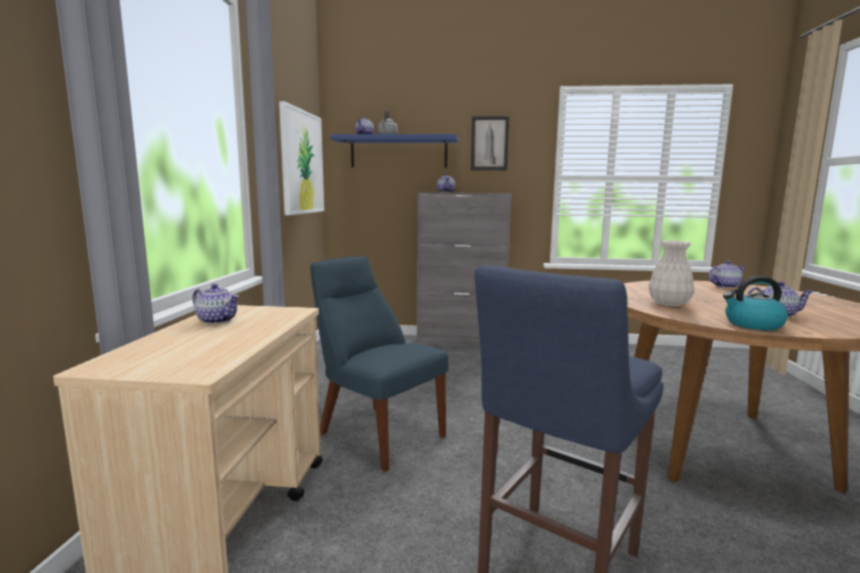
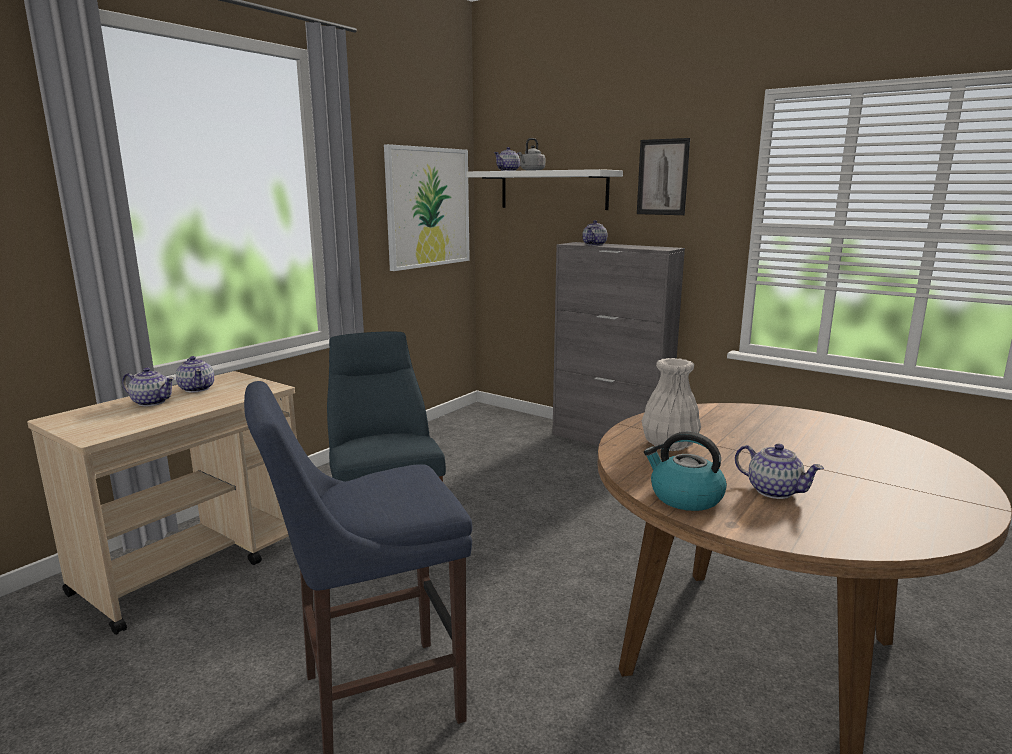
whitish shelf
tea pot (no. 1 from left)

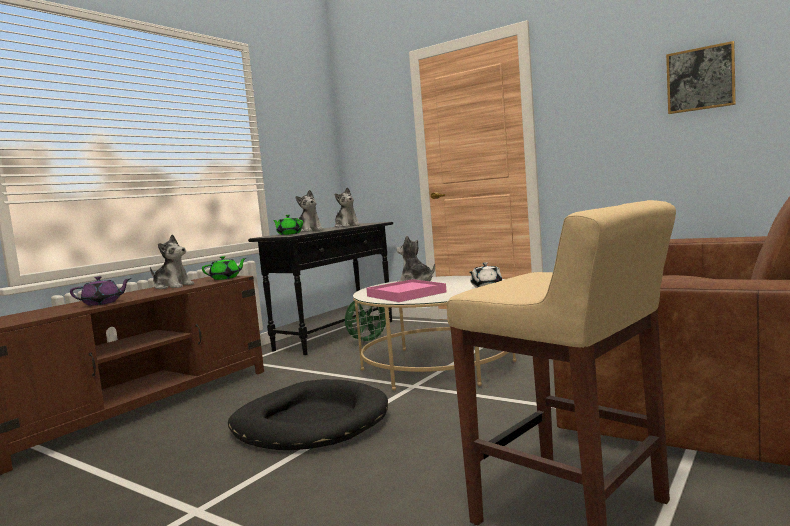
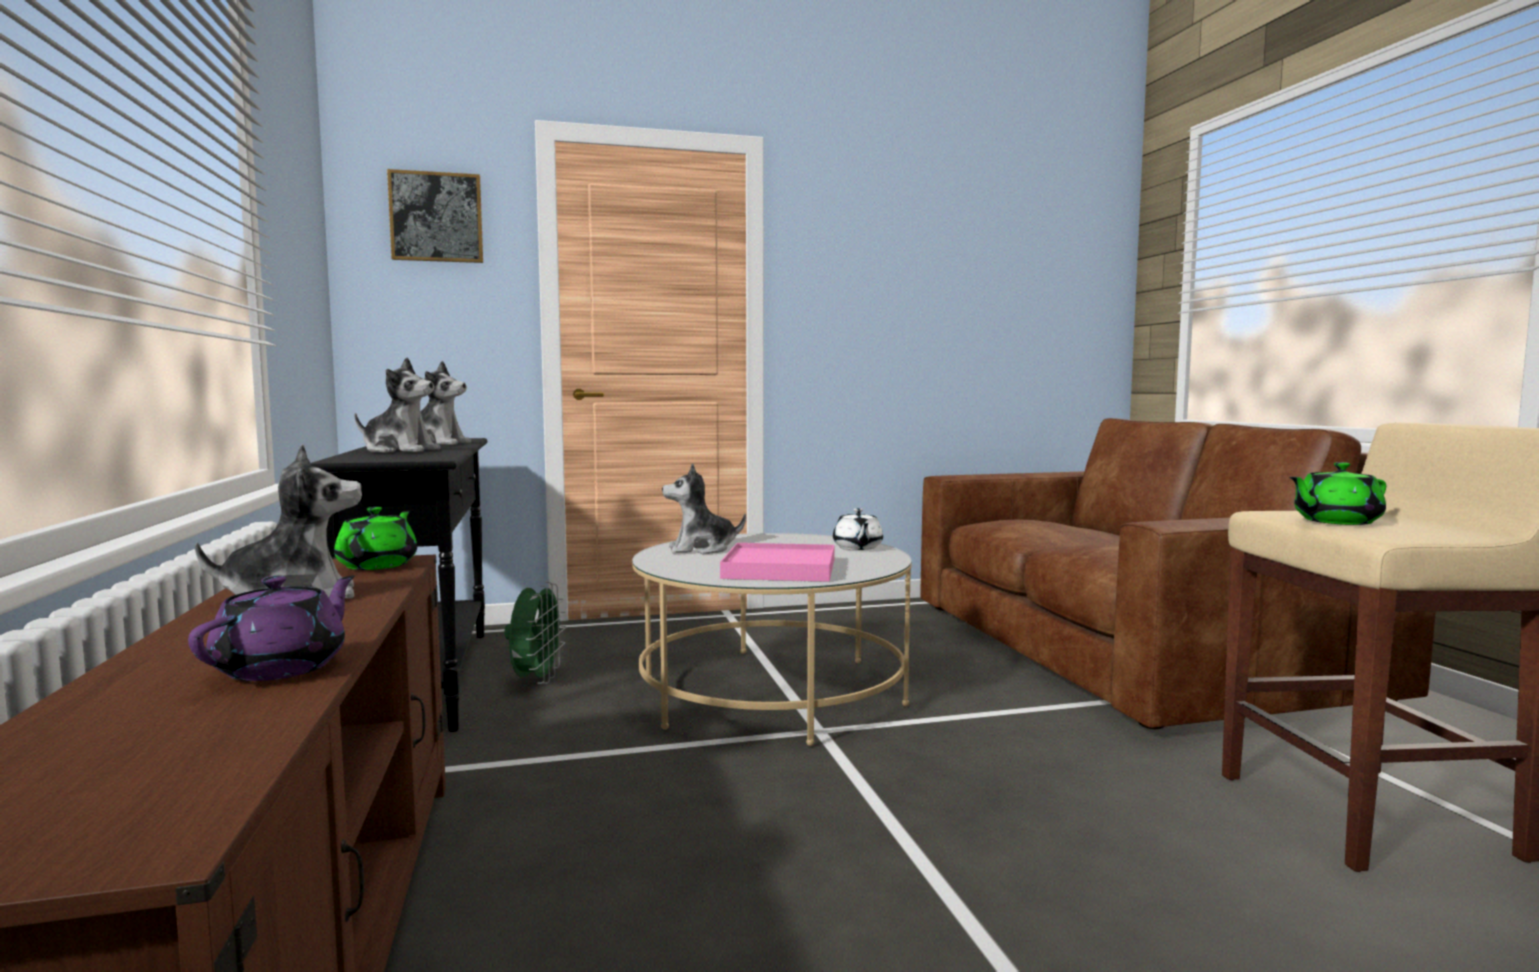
black dog cushion
green tea pot (no. 2 from left)
wall art

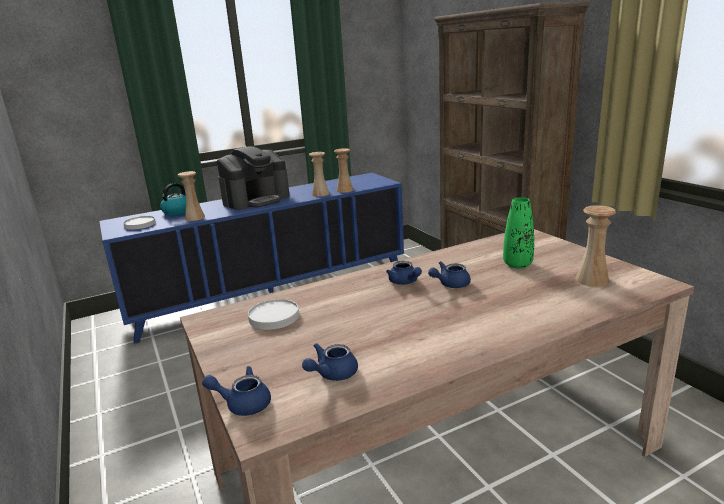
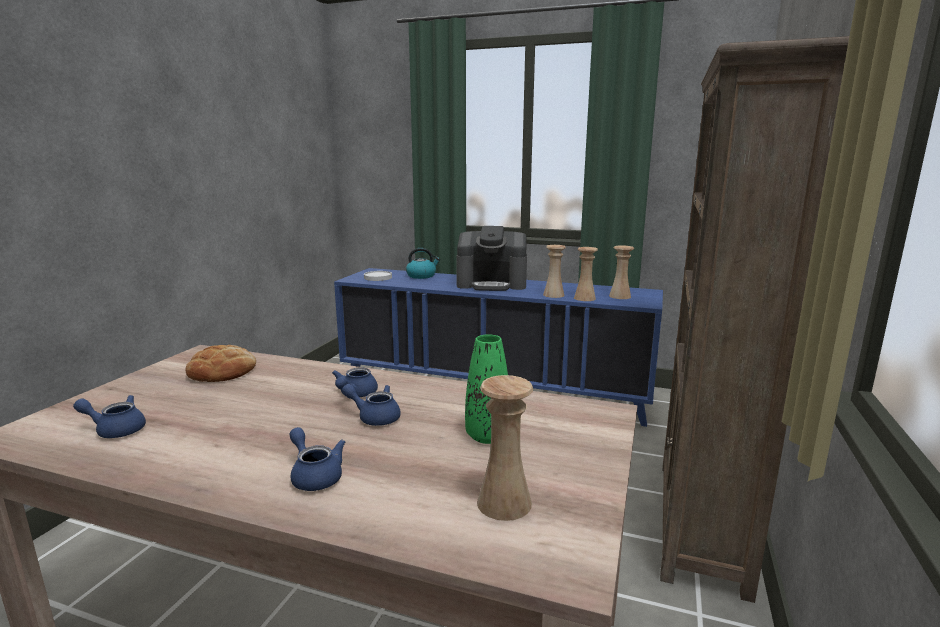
beige-coloured decorative vase (no. 4 from left)
blue-coloured tea pot (no. 2 from left)
bakery bread

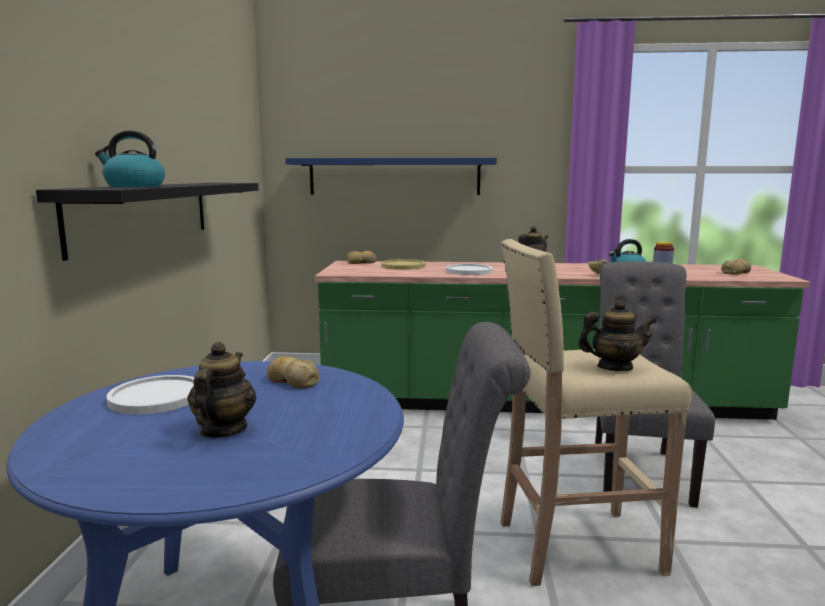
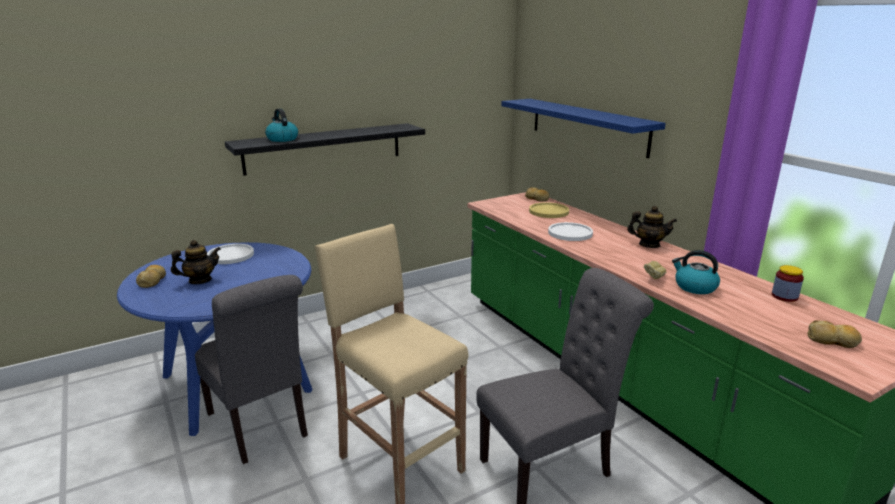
bakery bread (no. 1 from left)
tea pot (no. 3 from left in the first image)

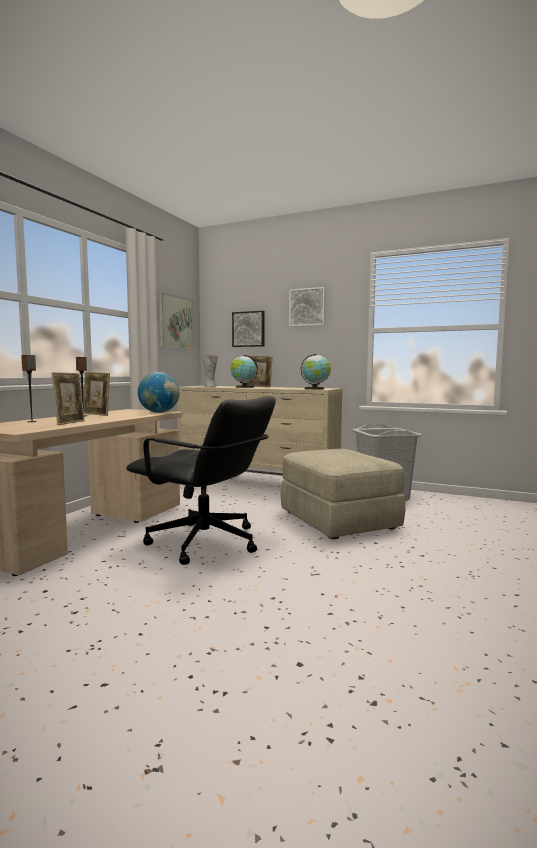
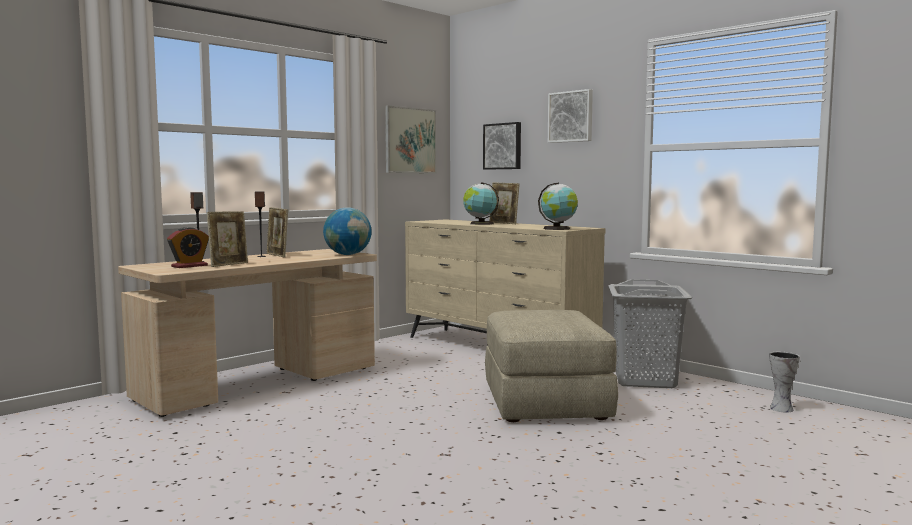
black computer chair
decorative vase
table clock

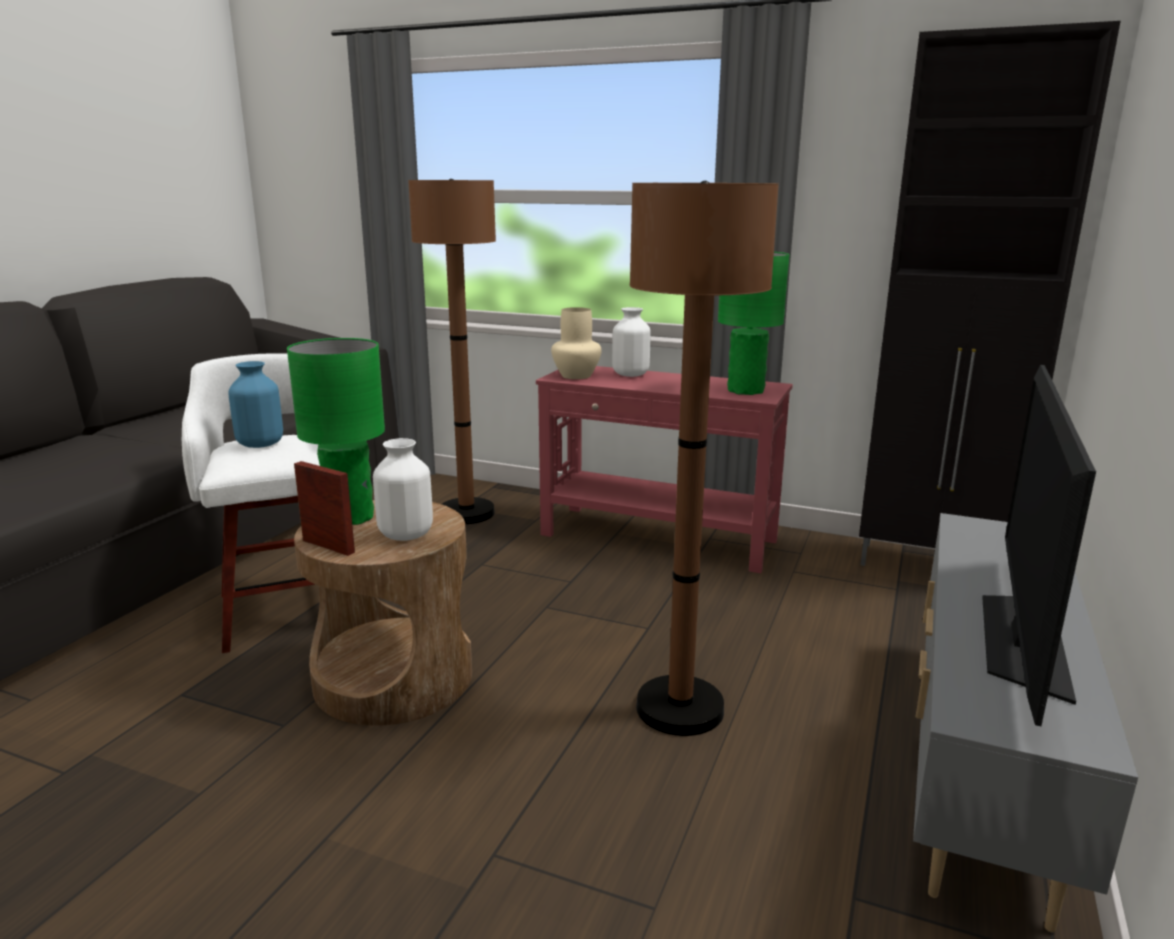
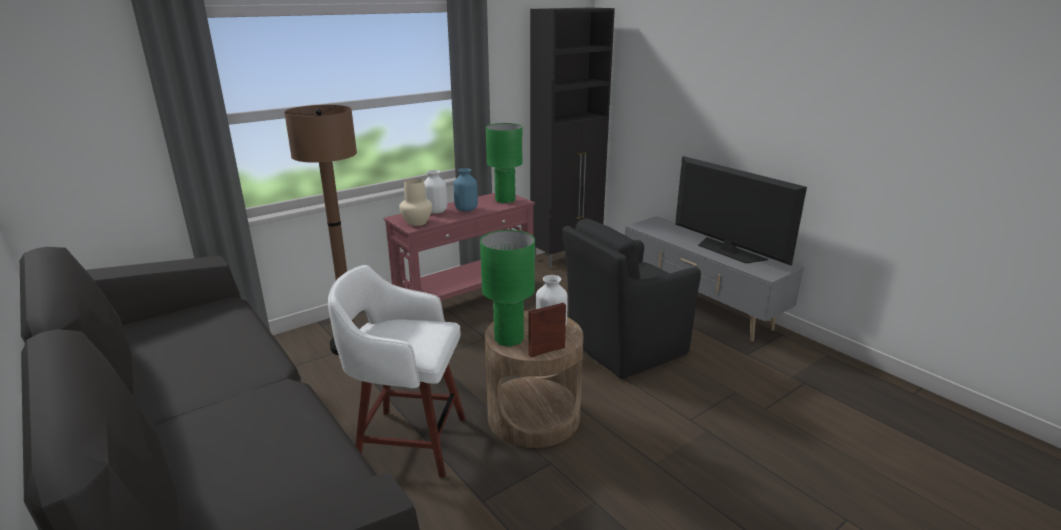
blue-coloured decorative vase
black armchair

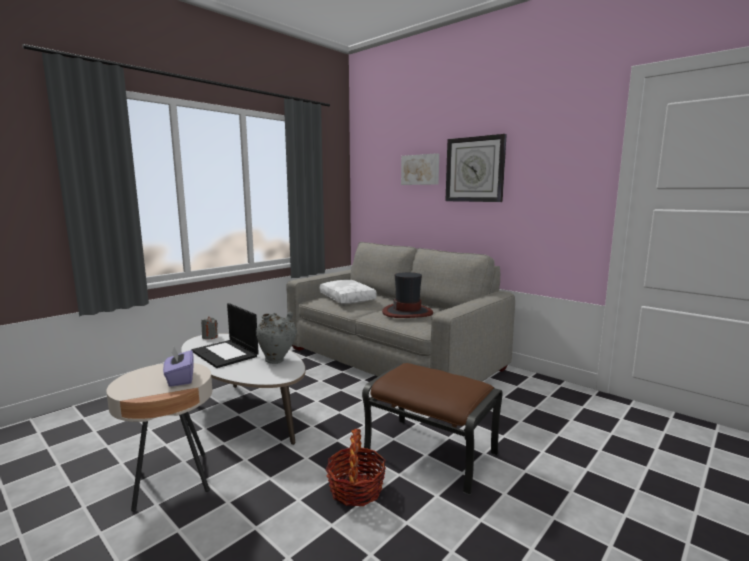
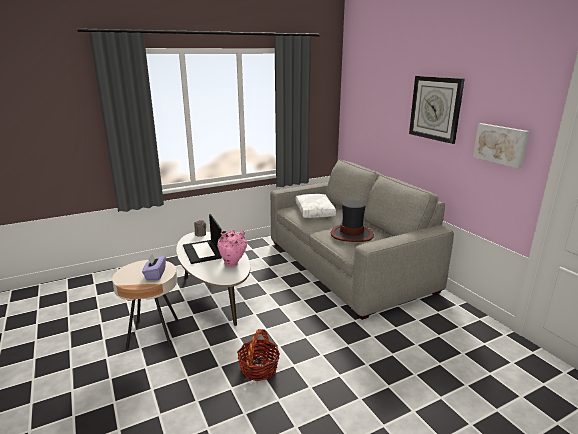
pink decorative vase
brown-coloured pouffe
wall art

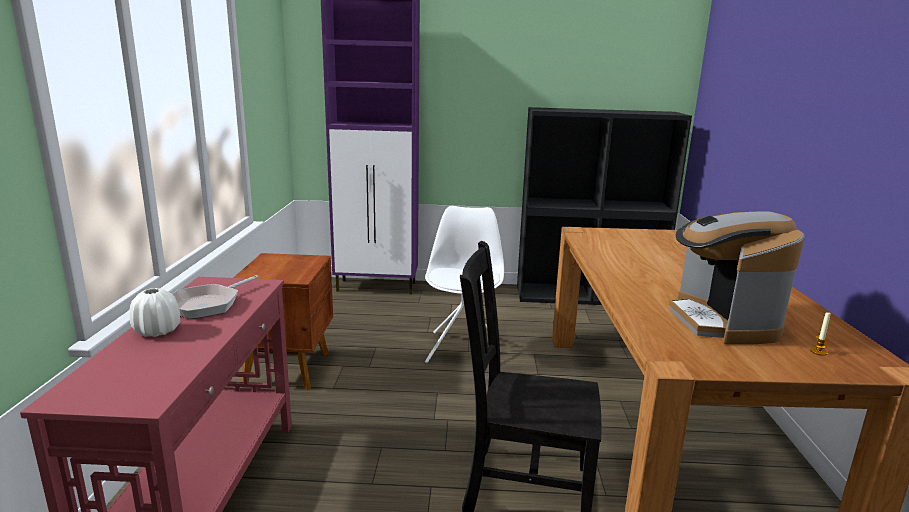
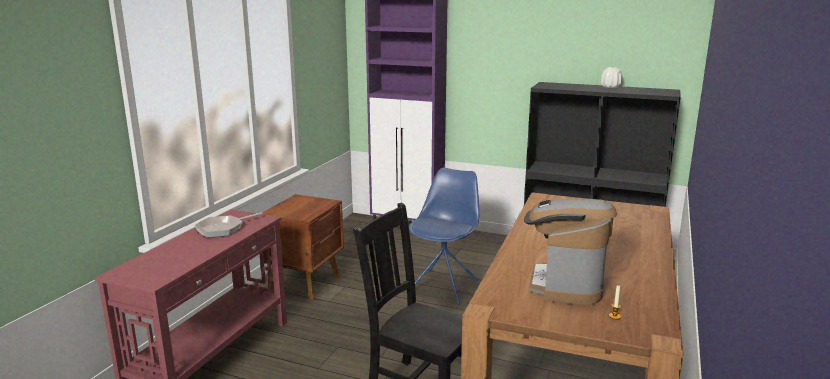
whitish decorative vase
blue-coloured plain chair

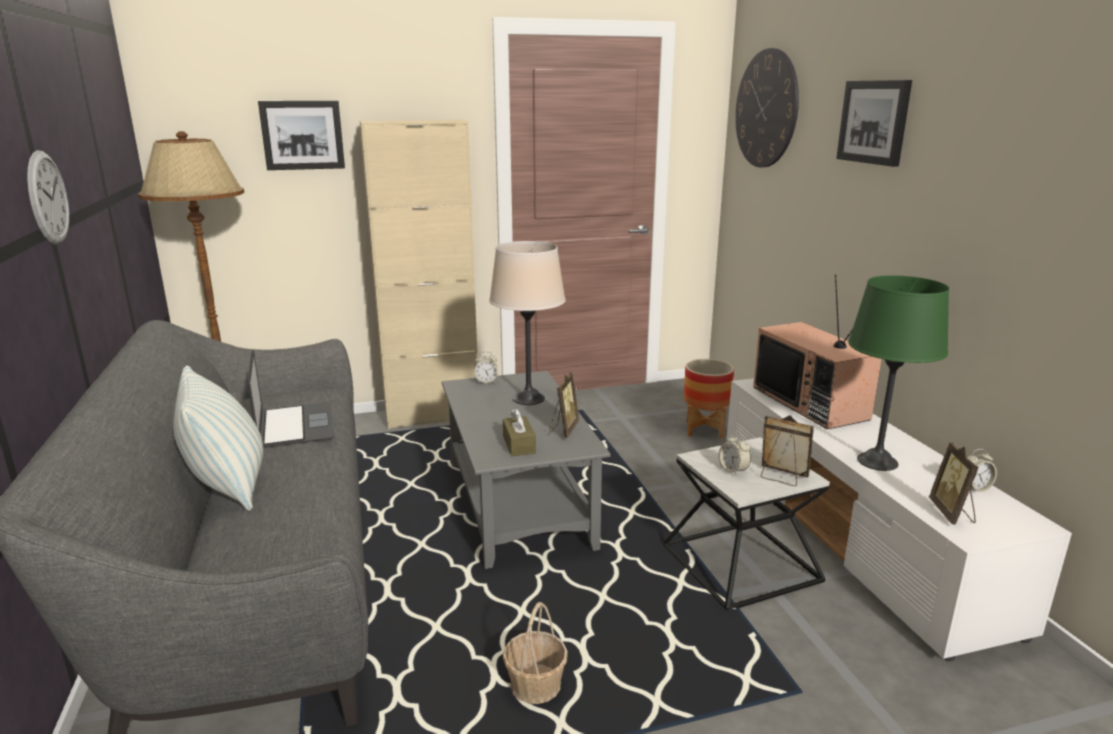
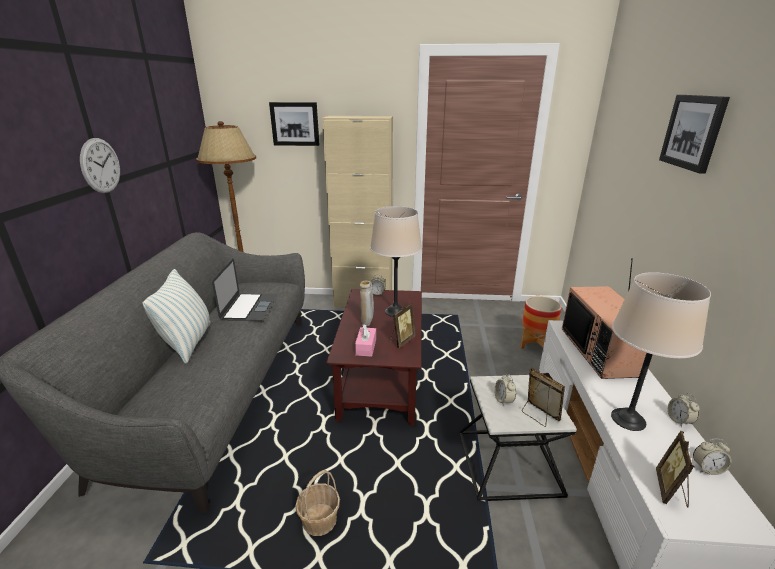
brown-coloured coffee table
pink tissue box
hanging clock (no. 2 from left in the first image)
beige-coloured tabletop lamp (no. 2 from left)
beige-coloured decorative vase
table clock (no. 3 from left)

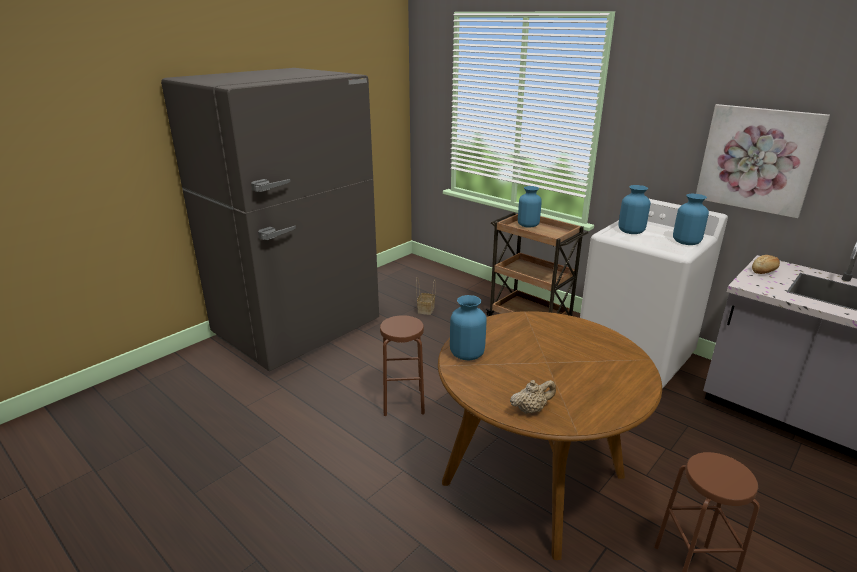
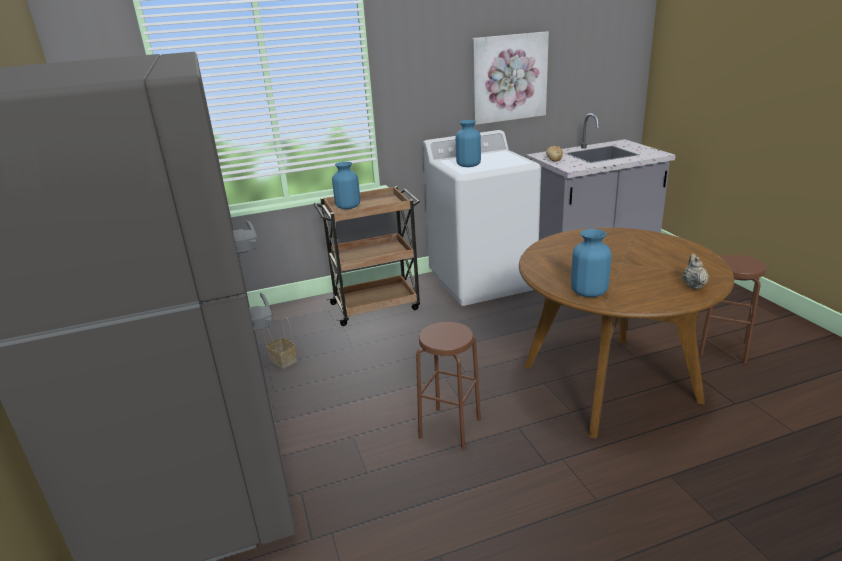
blue-coloured decorative vase (no. 4 from left in the first image)

